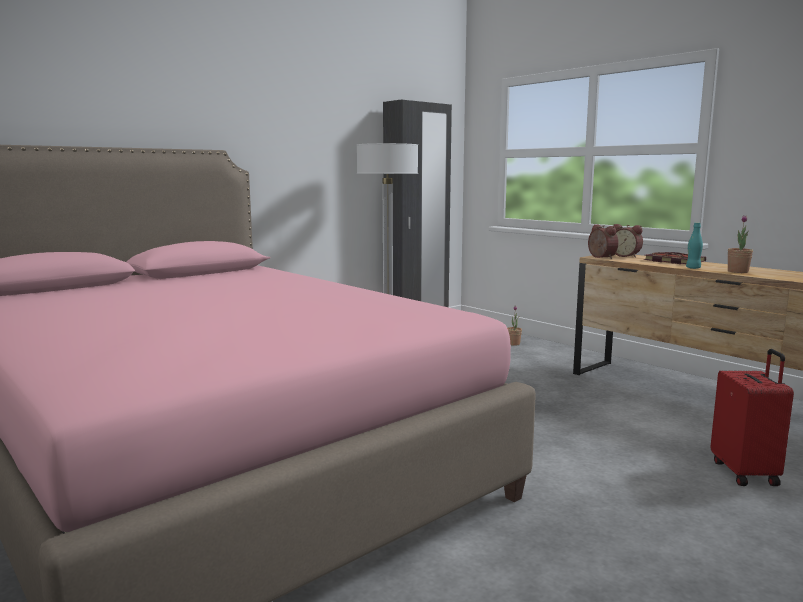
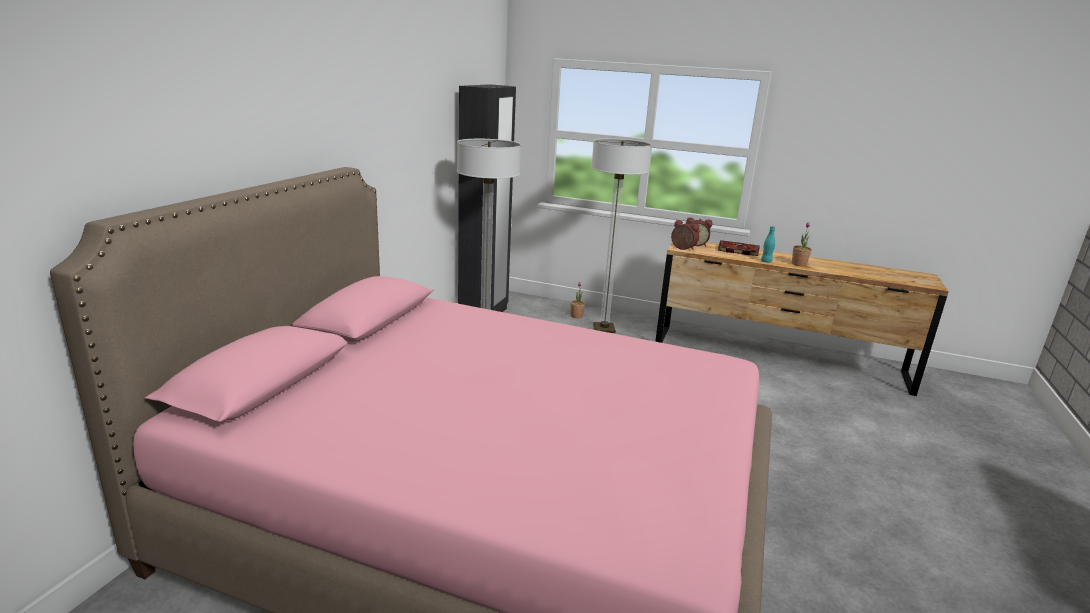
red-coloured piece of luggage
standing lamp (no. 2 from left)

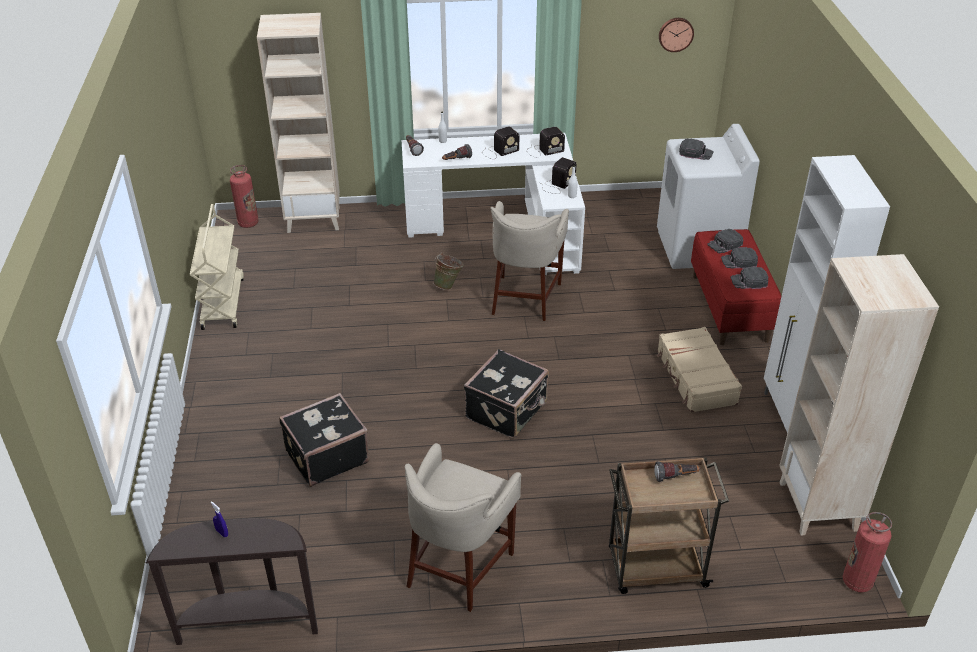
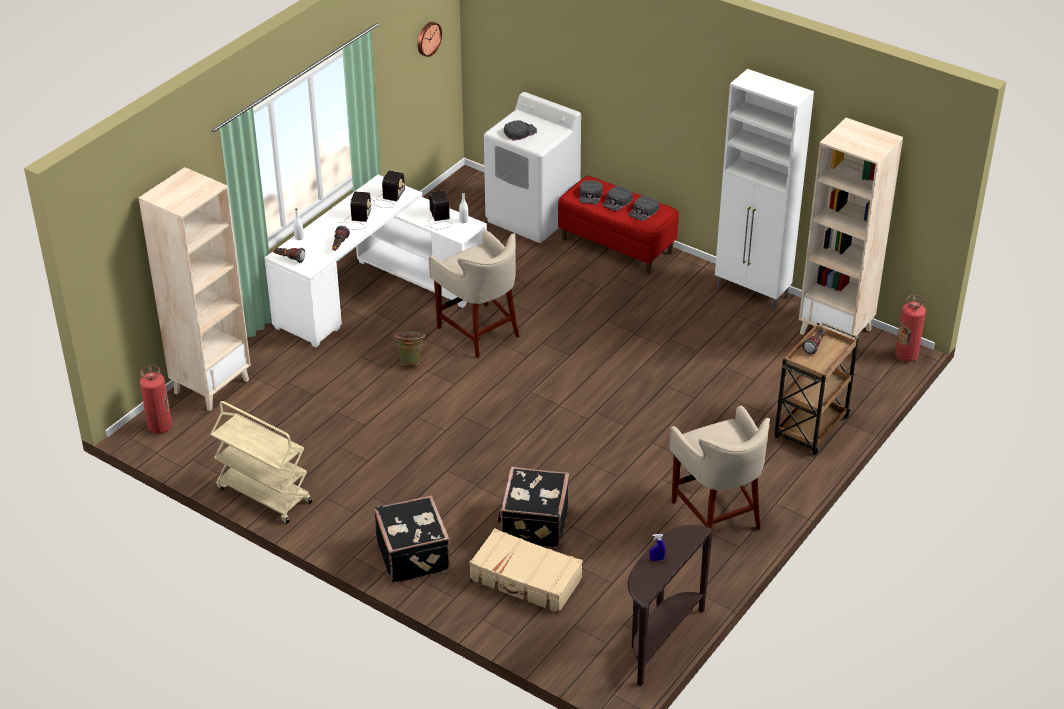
black piece of luggage (no. 1 from left)
beige-coloured piece of luggage

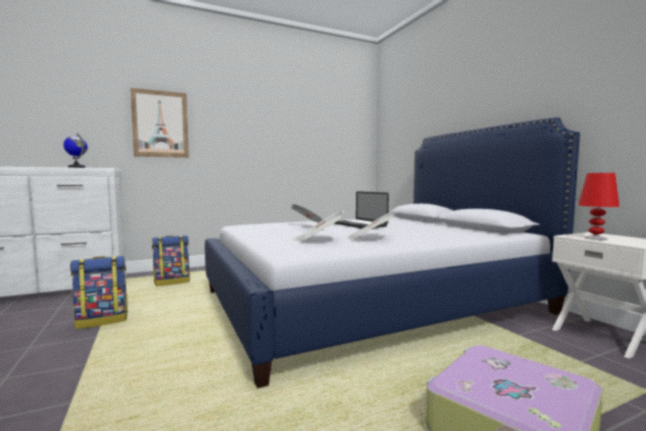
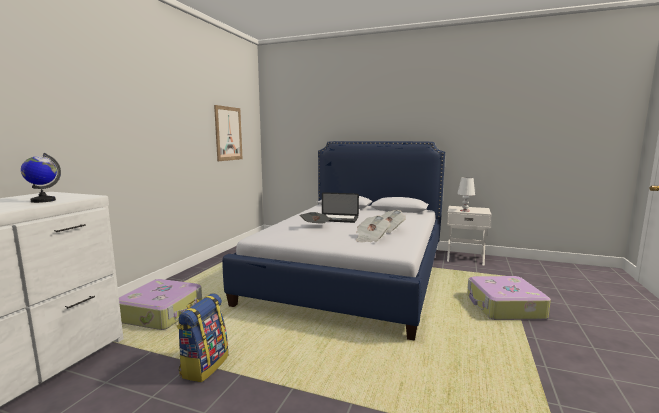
wall art
piece of luggage (no. 1 from left)
whitish tabletop lamp

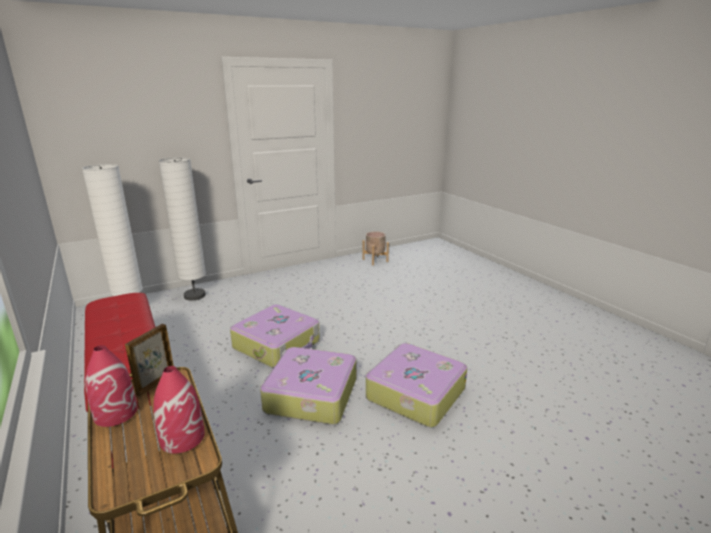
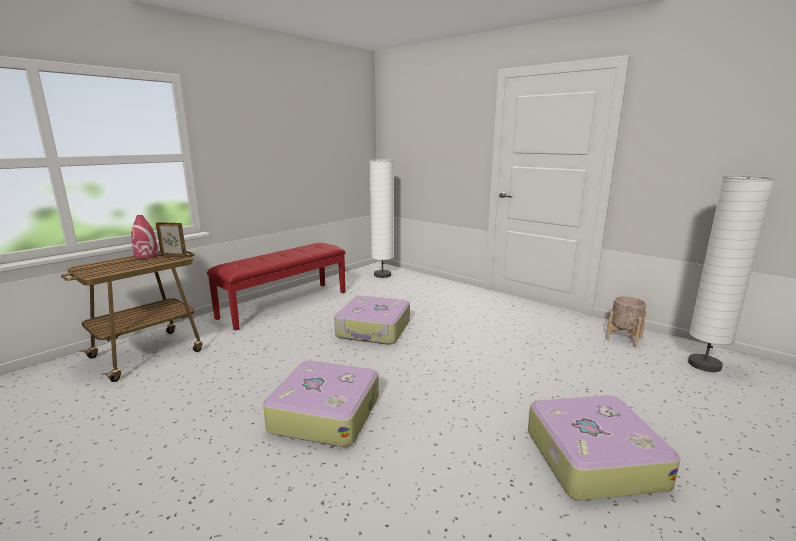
red-coloured decorative vase (no. 2 from left in the first image)
whitish standing lamp (no. 2 from left)
piece of luggage (no. 3 from left)

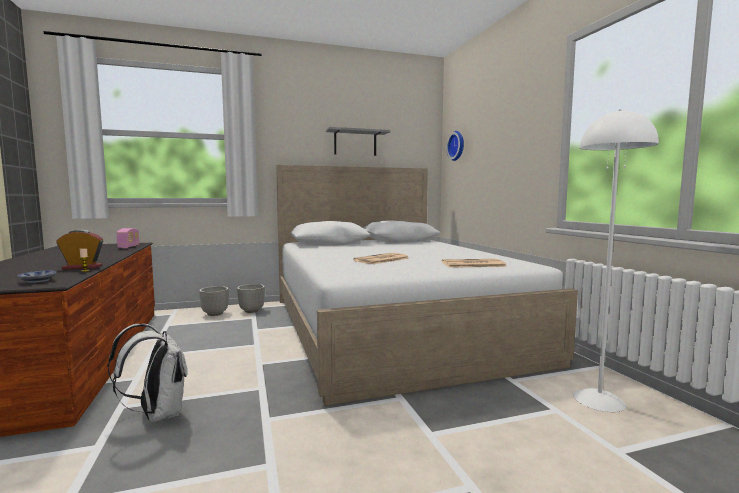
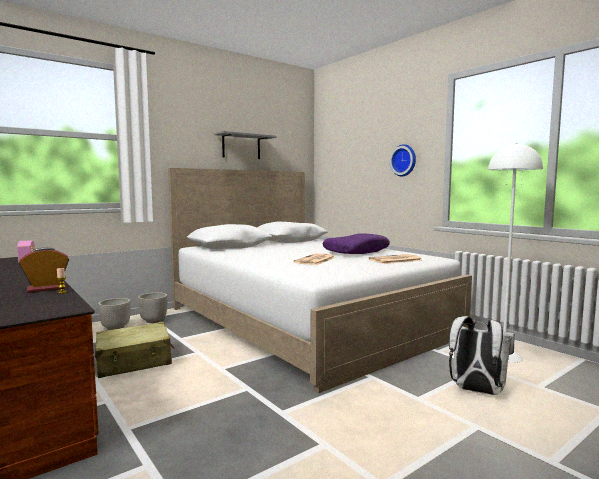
serving bowl
whitish backpack
hanging clock
beige-coloured piece of luggage
purplish cushion

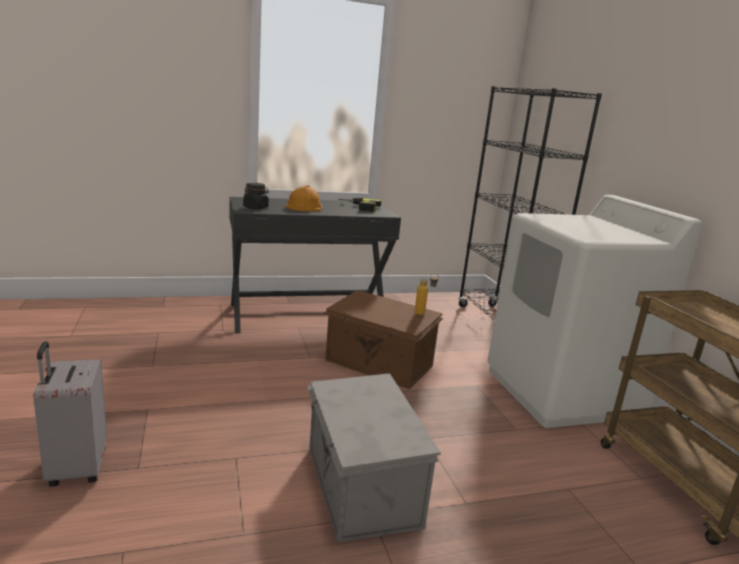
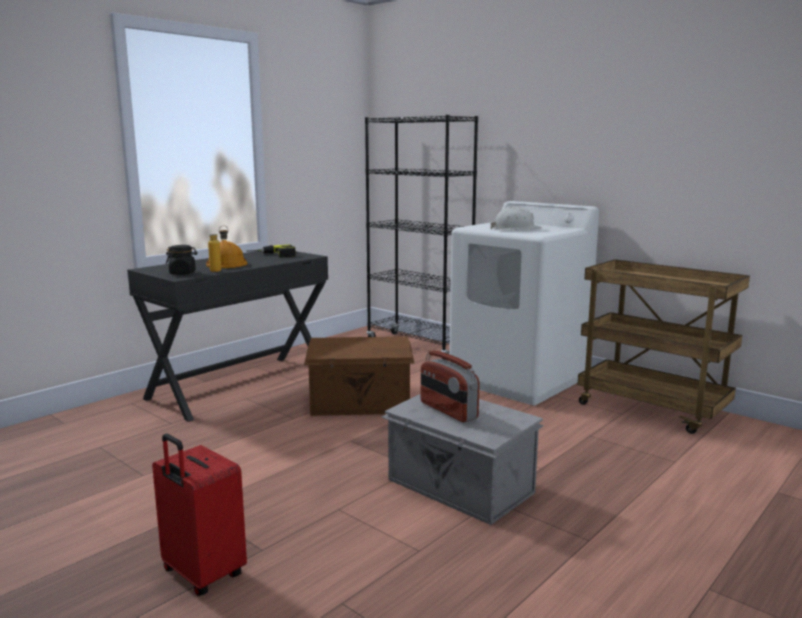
red-coloured piece of luggage
bottle
radio set
whitish work helmet

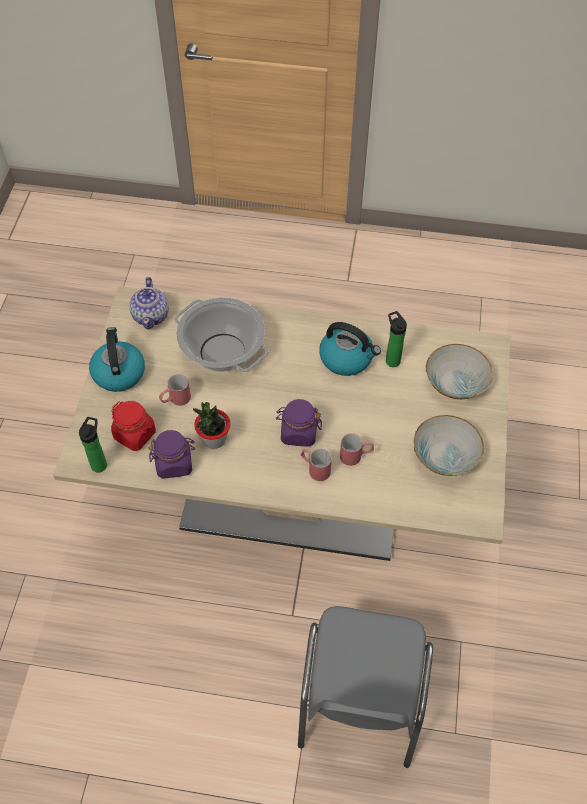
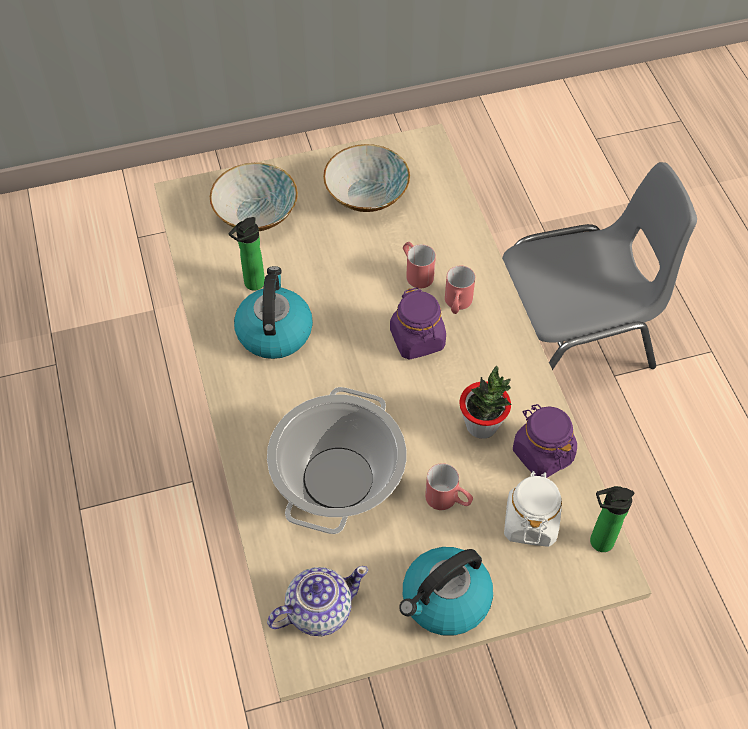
whitish preserve jar

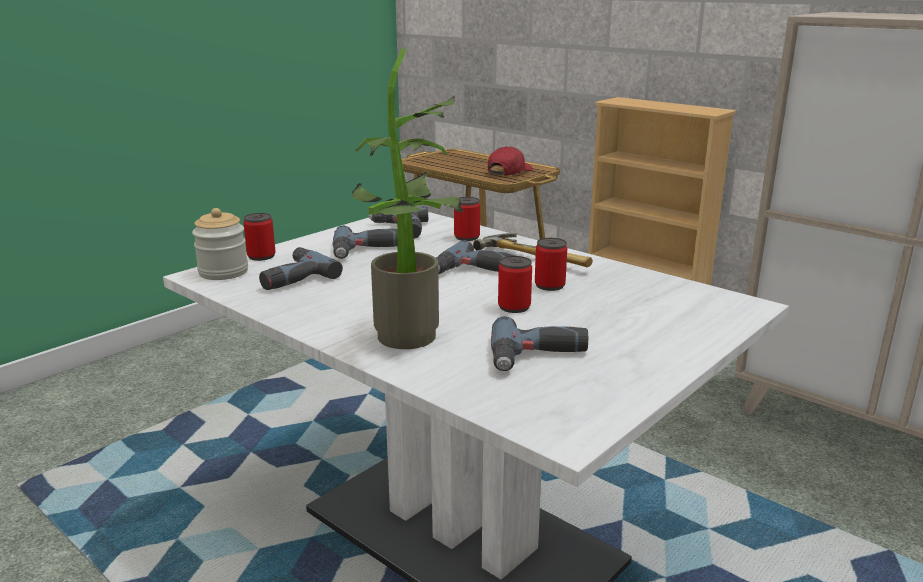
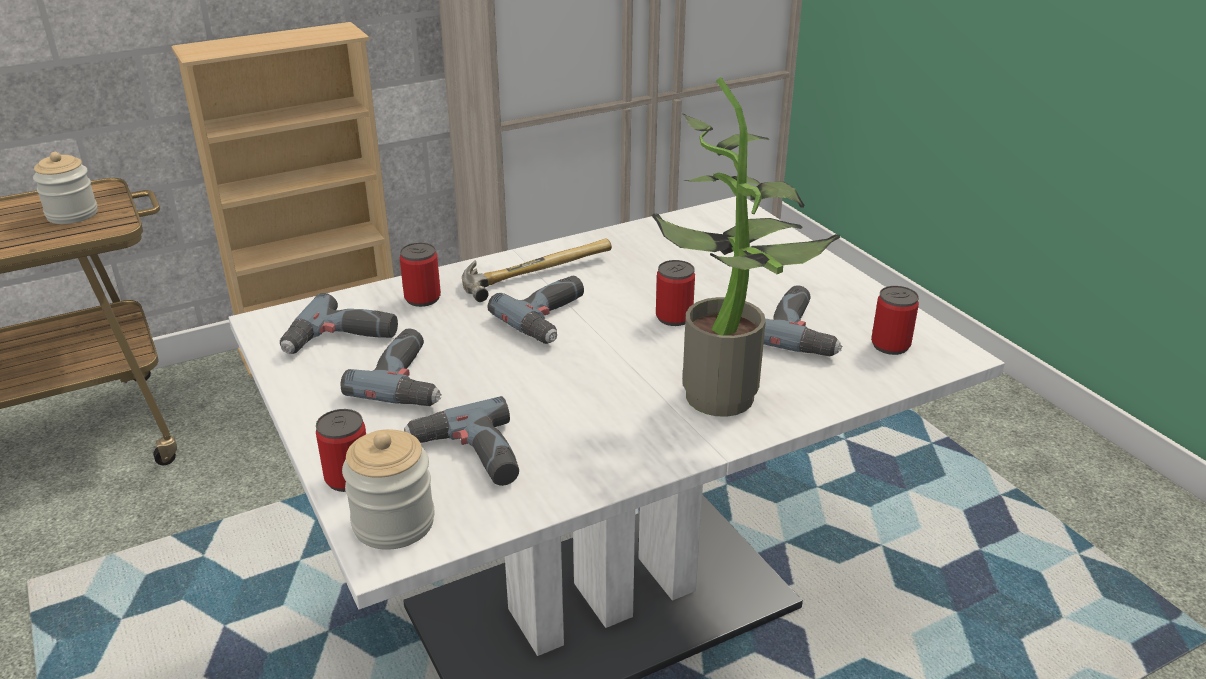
preserve jar (no. 1 from left)
sealed can (no. 4 from left)

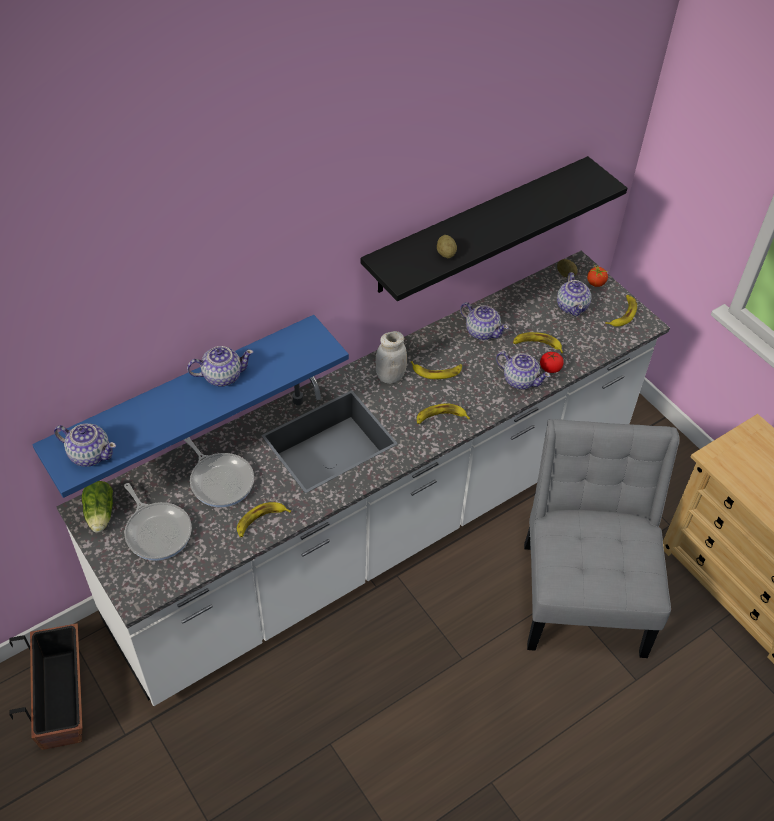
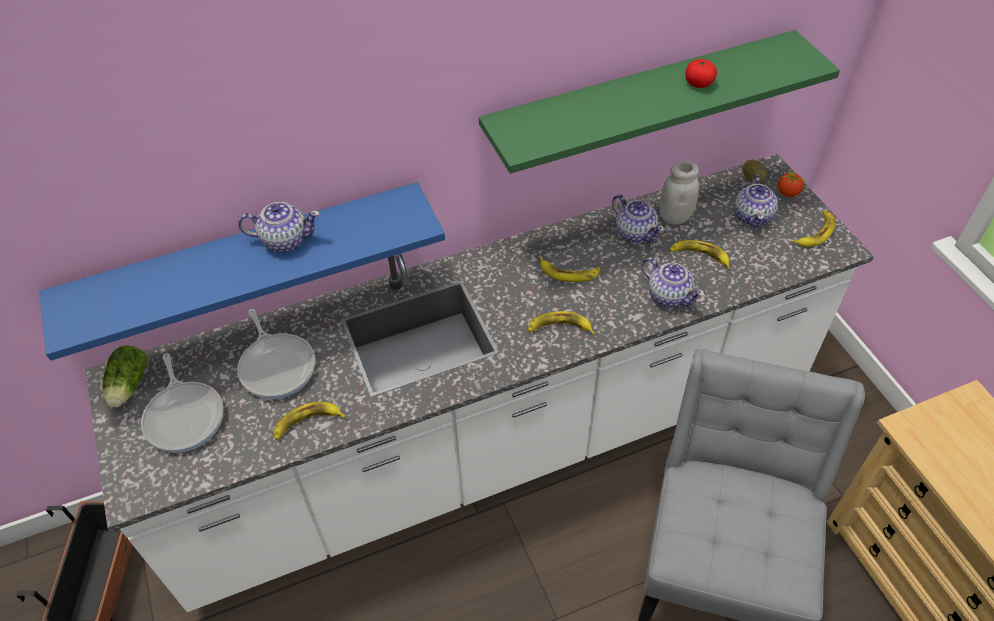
tea pot (no. 1 from left in the first image)
green shelf
whitish preserve jar
spud (no. 1 from left in the first image)
fresh tomato (no. 1 from left)

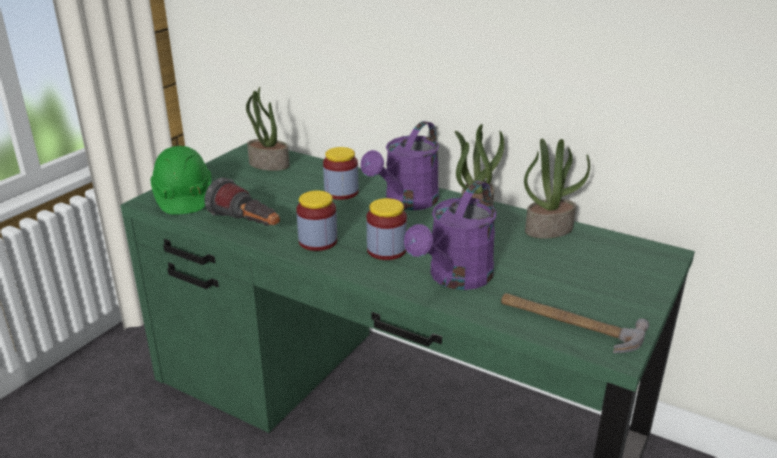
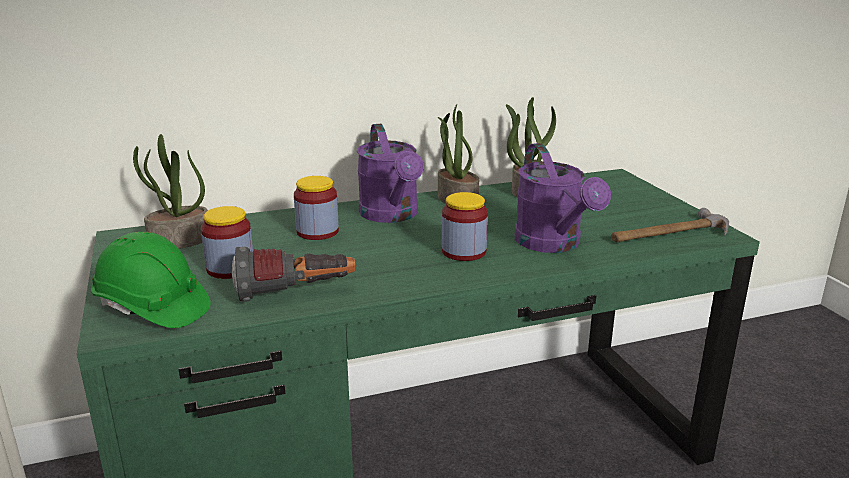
preserve jar (no. 1 from left)

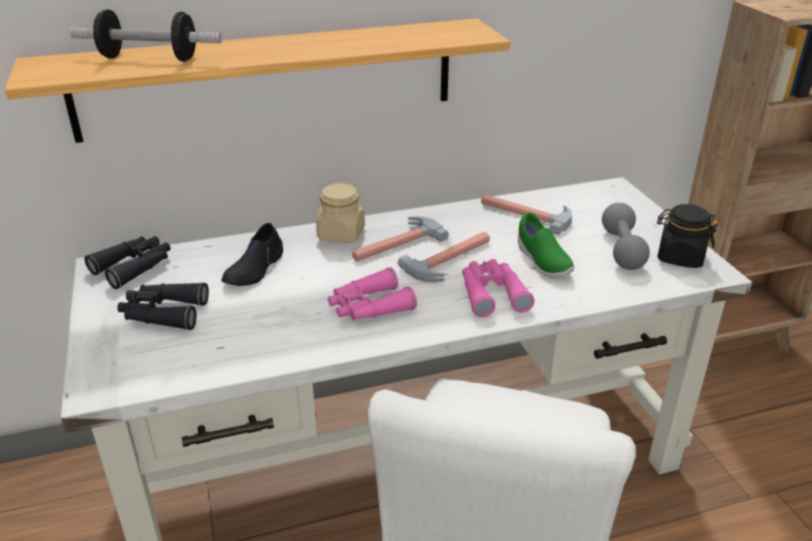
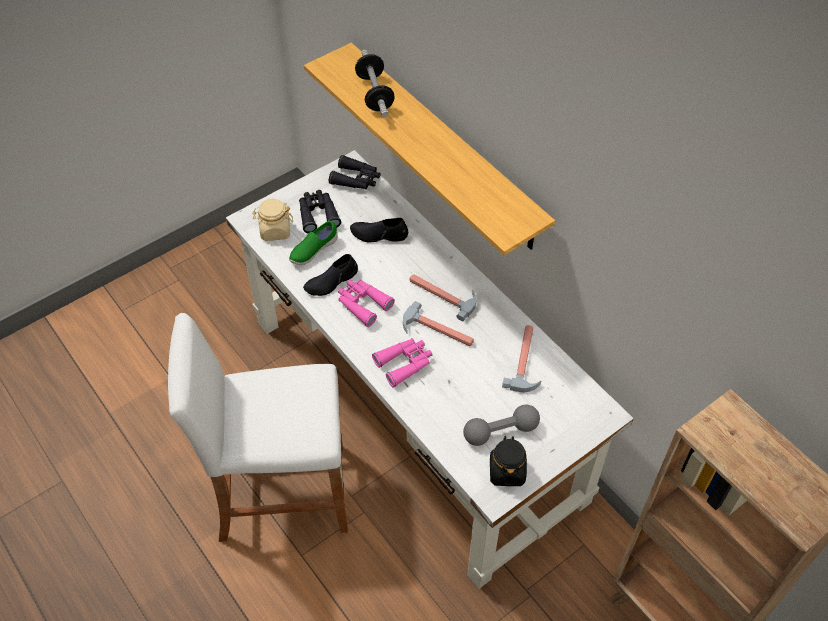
beige-coloured preserve jar
green item of footwear
black item of footwear (no. 1 from left)

